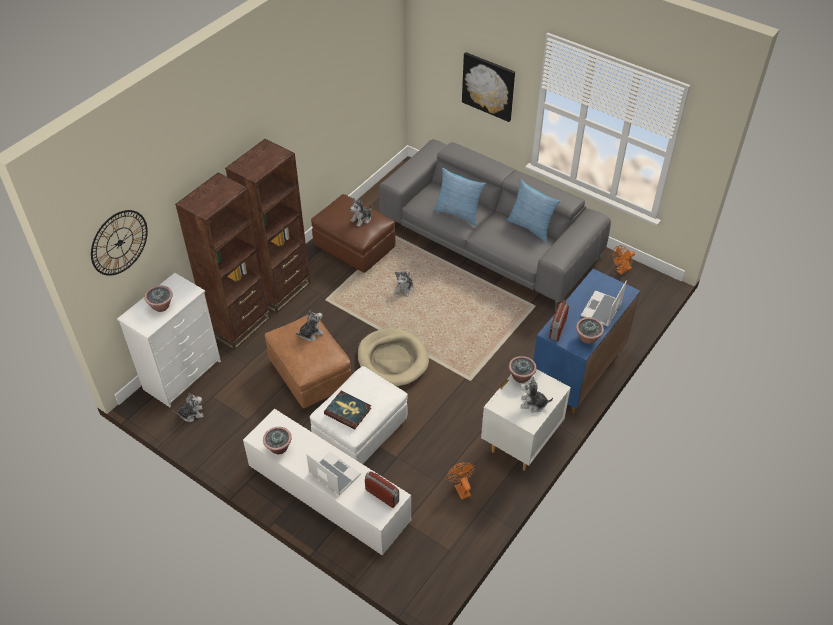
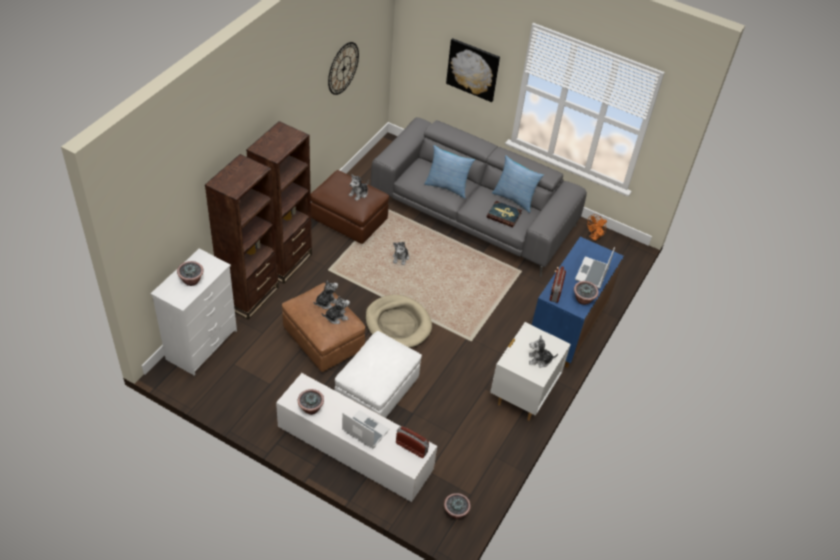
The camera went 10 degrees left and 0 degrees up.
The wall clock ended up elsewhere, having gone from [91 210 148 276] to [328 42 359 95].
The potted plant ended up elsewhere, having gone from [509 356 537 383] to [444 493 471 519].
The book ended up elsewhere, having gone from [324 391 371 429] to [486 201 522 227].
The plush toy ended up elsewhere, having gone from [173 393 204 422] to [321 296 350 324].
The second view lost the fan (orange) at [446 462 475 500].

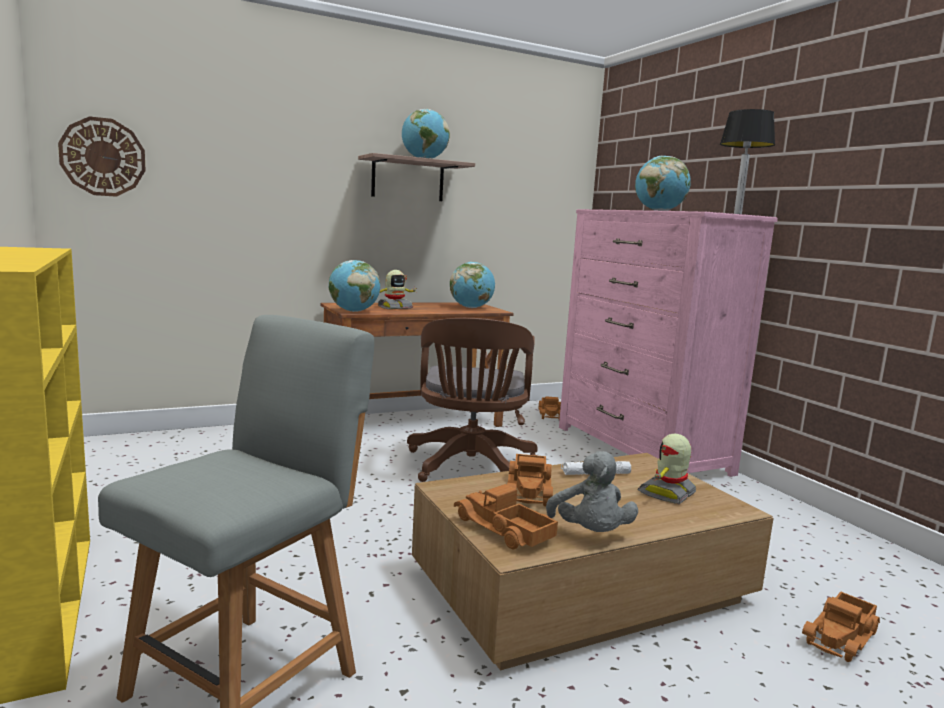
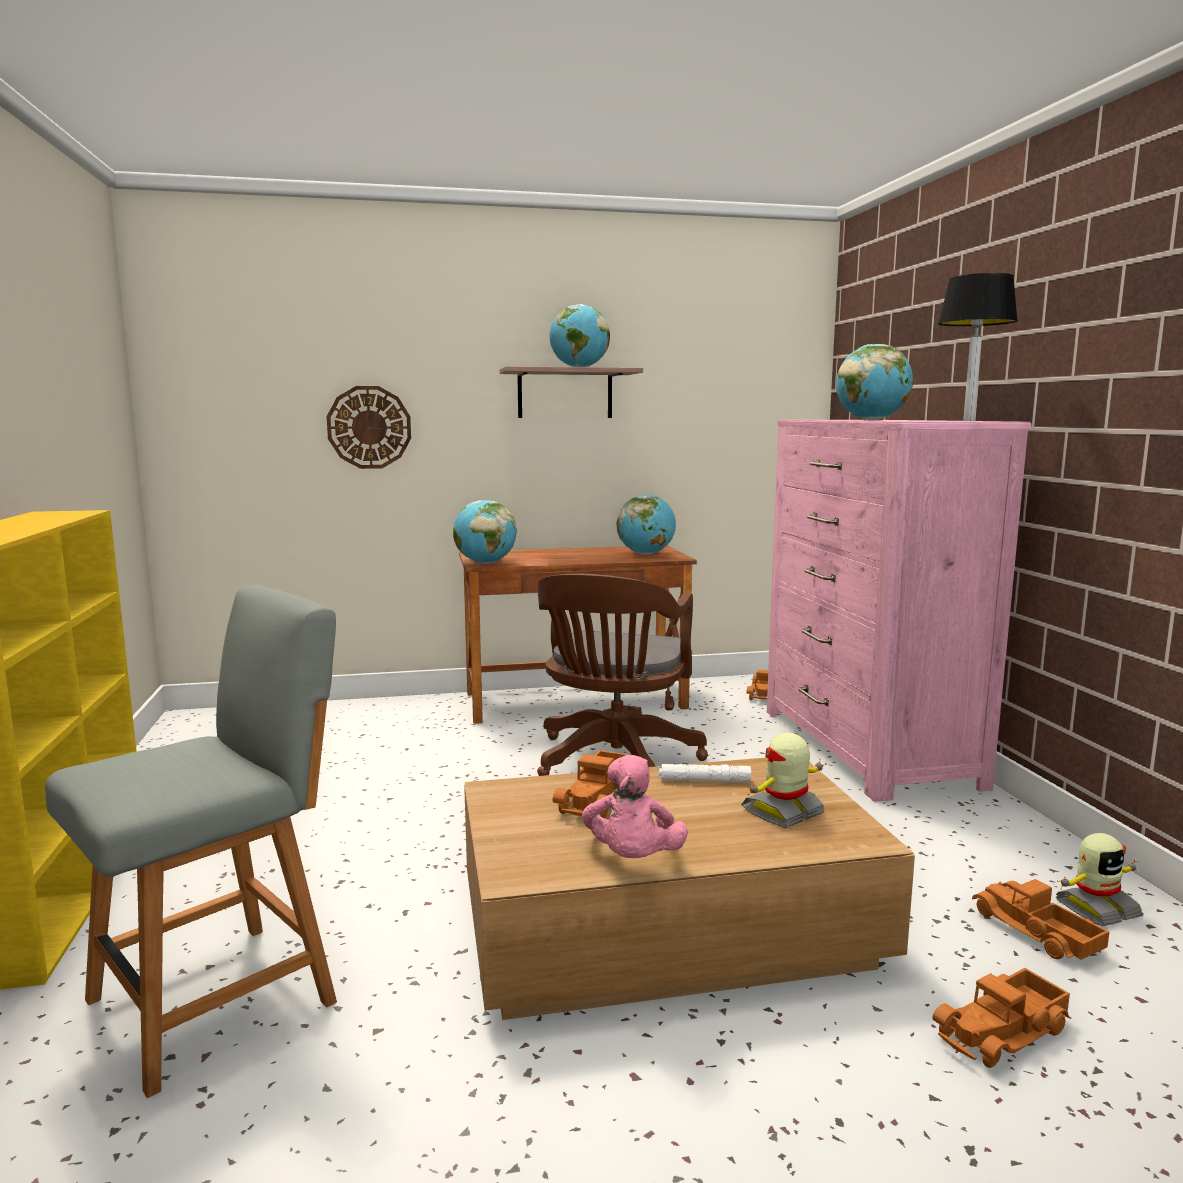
The camera went 15 degrees right and 0 degrees up.
The wall clock ended up elsewhere, having gone from [58 116 146 197] to [327 386 411 469].
The toy robot ended up elsewhere, having gone from [378 270 417 309] to [1055 833 1143 926].
What was the plush toy (grey) at [546 451 638 532] turned into the plush toy (pink) at [582 755 688 858].
The toy truck ended up elsewhere, having gone from [454 484 558 549] to [972 879 1109 960].

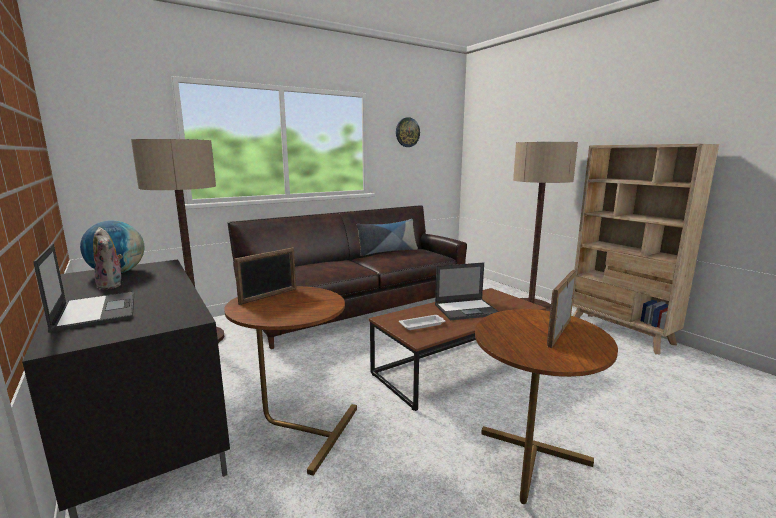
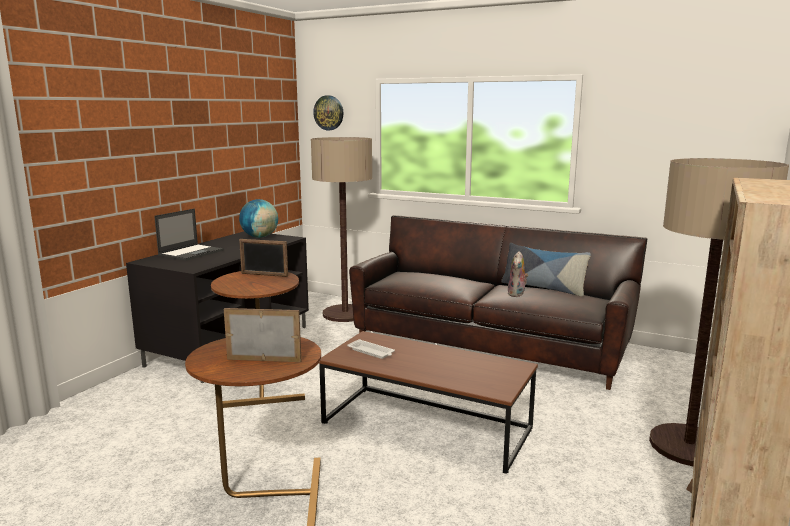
The camera went 60 degrees right and 0 degrees up.
The wall clock ended up elsewhere, having gone from [396 117 420 147] to [313 95 343 130].
The plush toy ended up elsewhere, having gone from [93 227 123 289] to [508 251 529 297].
The second view lost the laptop at [435 263 499 320].

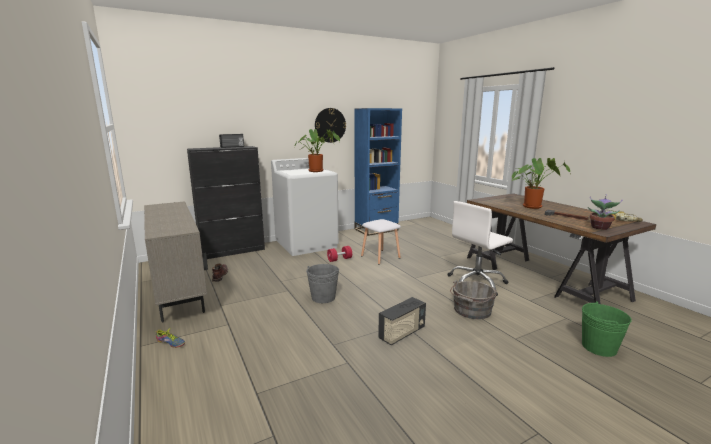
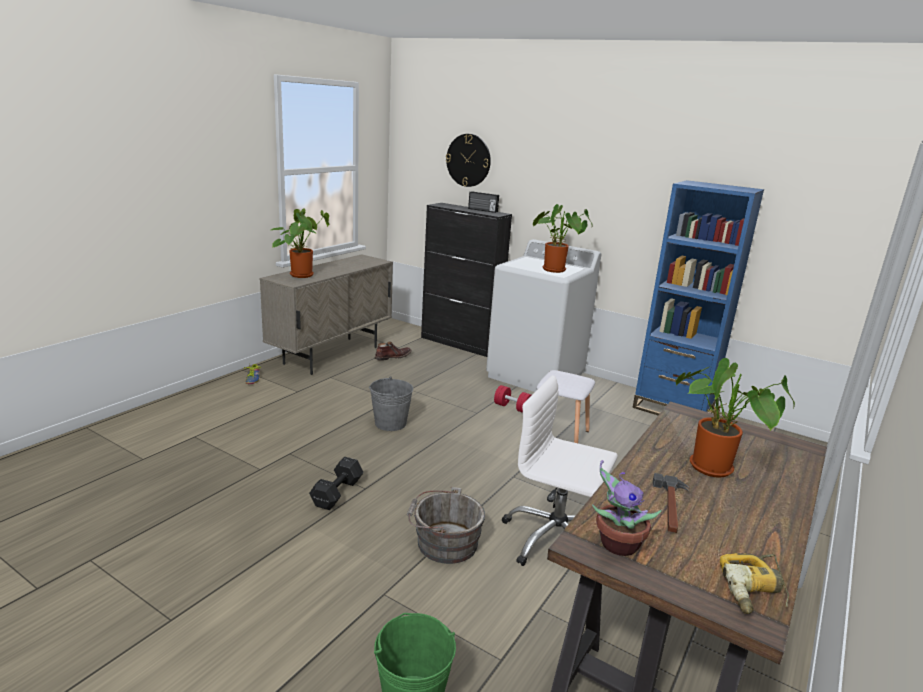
The camera went 60 degrees right and 5 degrees up.
The wall clock ended up elsewhere, having gone from [315 108 346 143] to [446 134 491 187].
Where the radio stood at [378 297 426 345], the dumbbell (black) came to stand at [309 457 364 510].
The second view gained the potted plant at [271 208 329 278].

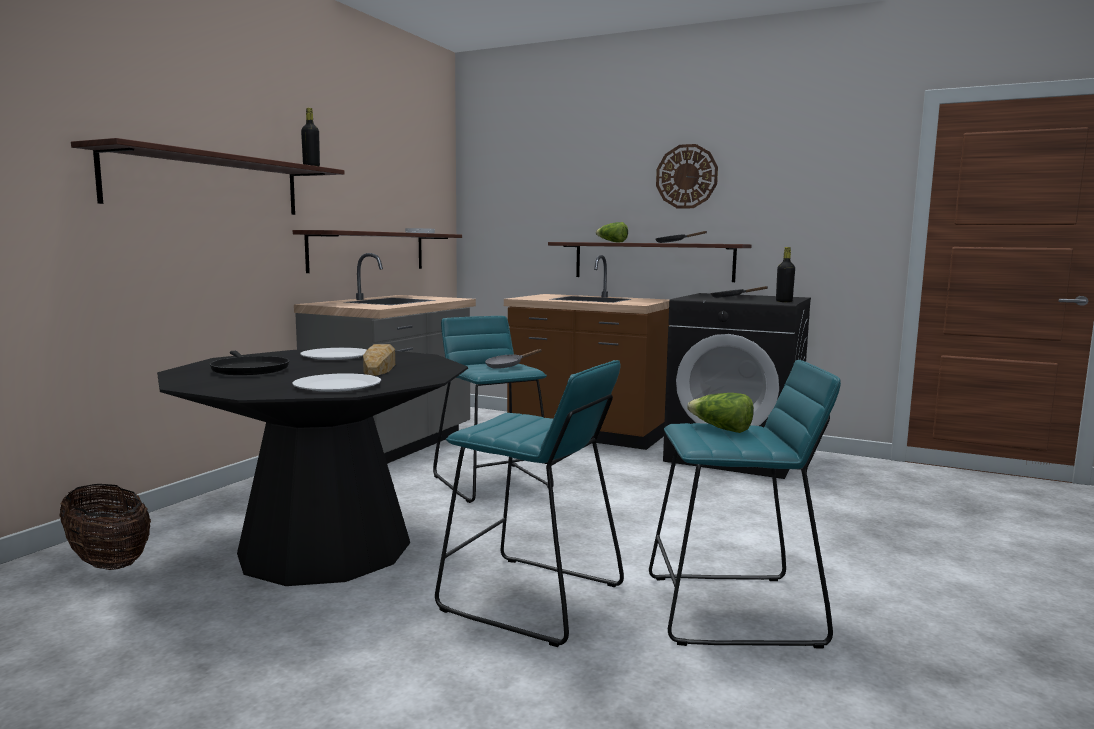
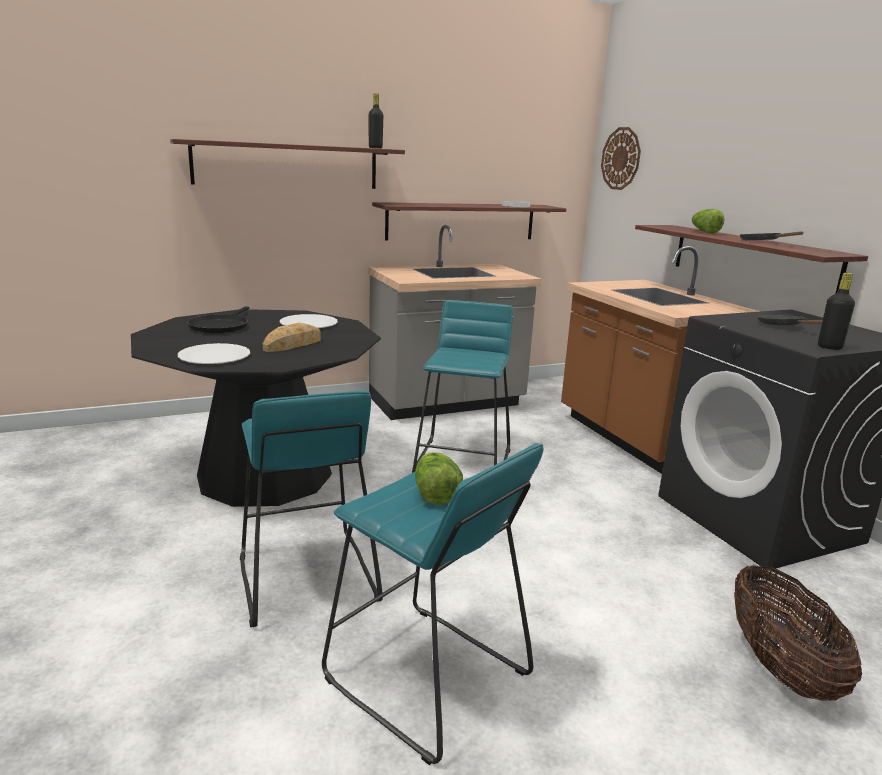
The camera went 40 degrees right and 10 degrees up.
The wall clock ended up elsewhere, having gone from [656 144 718 209] to [601 127 641 190].
The second view lost the frying pan (grey) at [485 349 542 369].
The basket ended up elsewhere, having gone from [59 484 151 570] to [734 565 862 701].

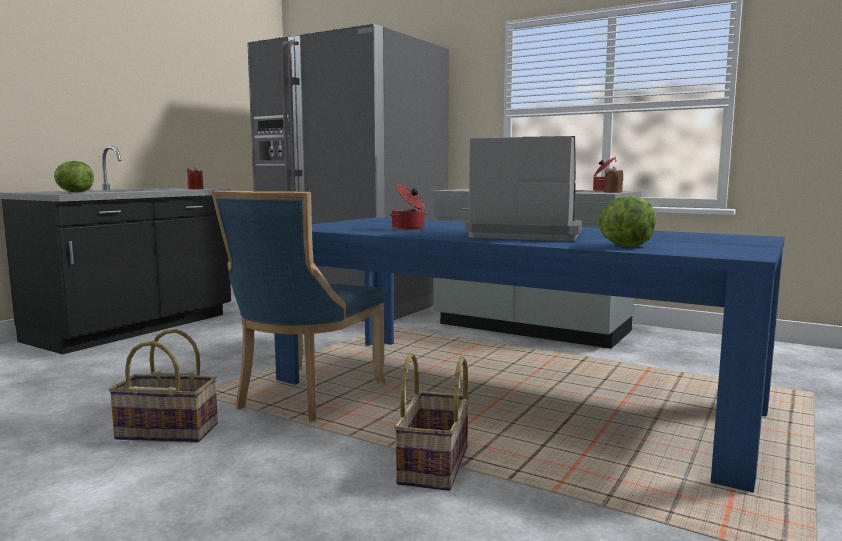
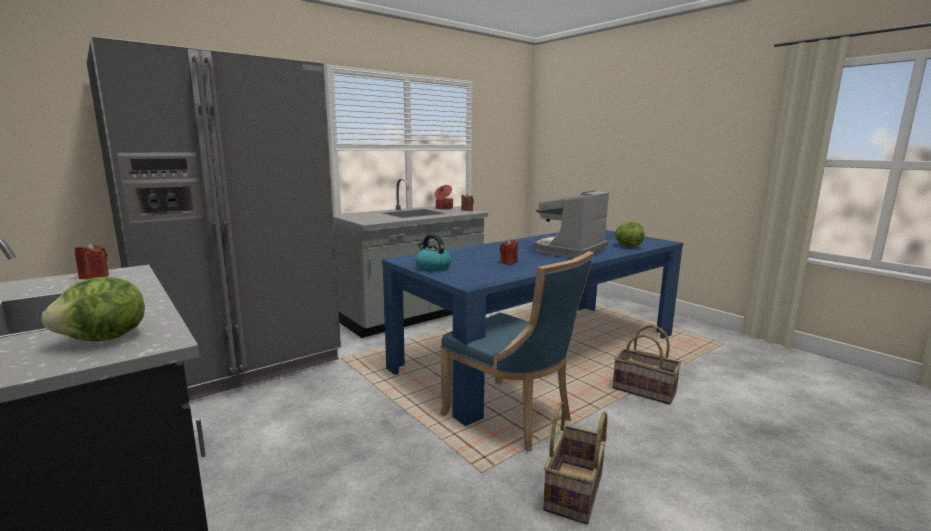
The camera went 70 degrees left and 5 degrees up.
Where the cooking pot stood at [389 184 427 230], the candle (red) came to stand at [500 239 518 264].
The second view gained the kettle at [416 234 451 271].

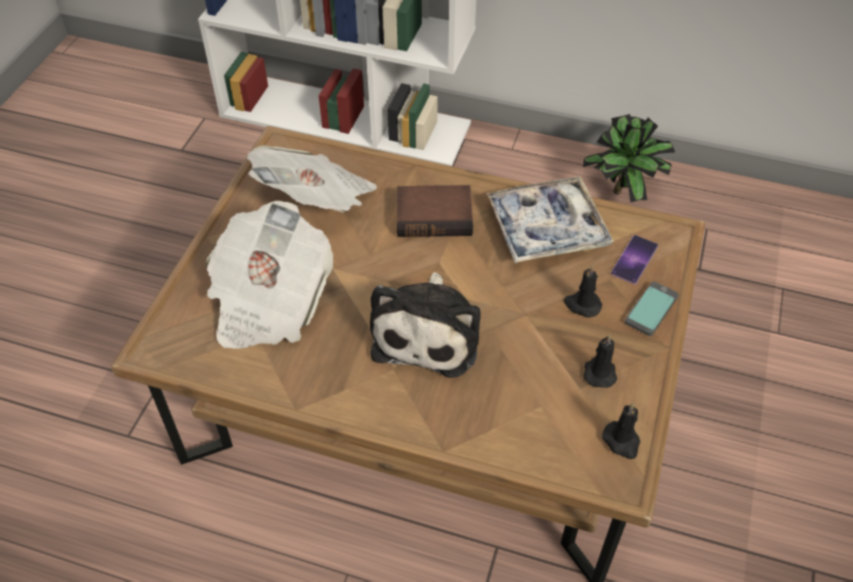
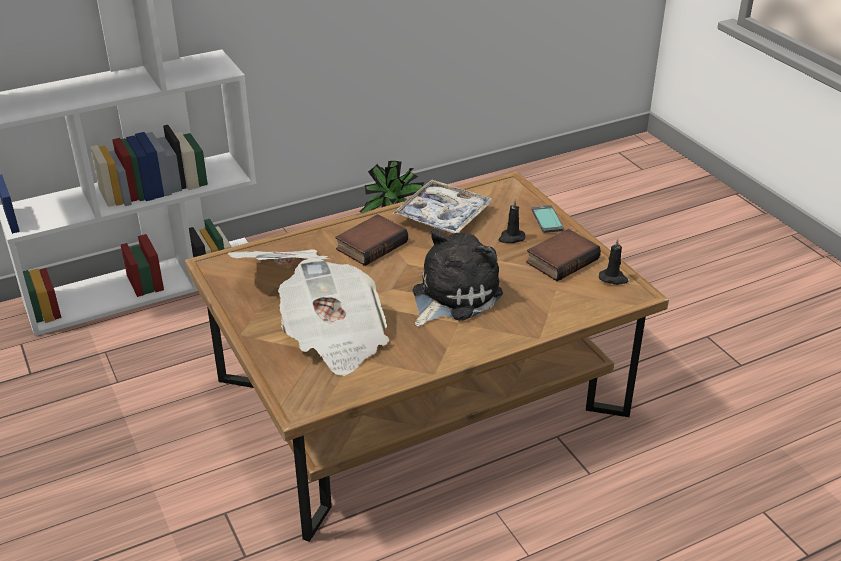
The camera went 45 degrees left and 15 degrees down.
The second view lost the phone at [611 235 658 285].
The plush toy at [370 272 481 378] ended up facing another way, 105 degrees counterclockwise from before.
Where the candle (black) stood at [584 334 617 388], the book came to stand at [526 229 601 281].

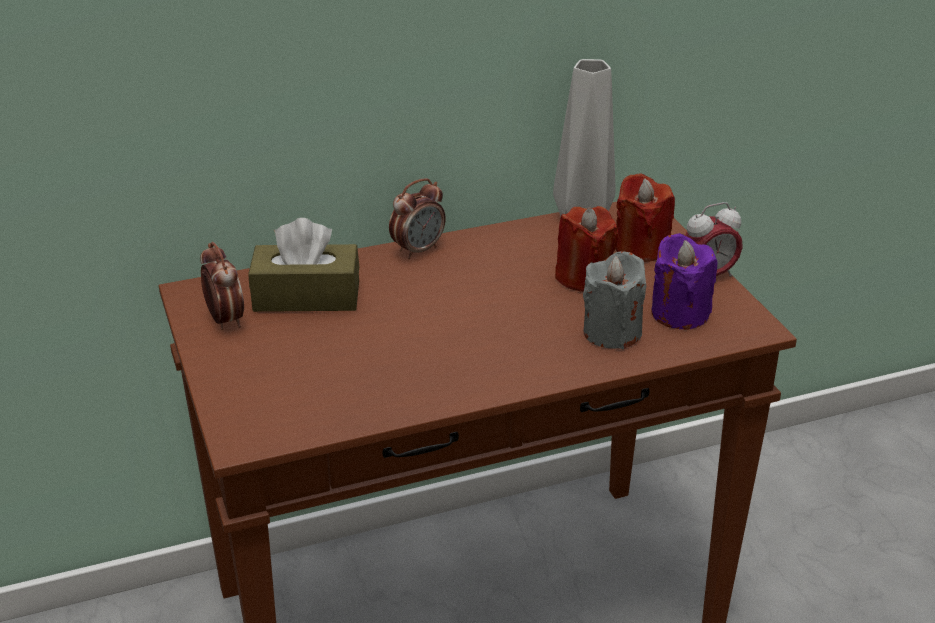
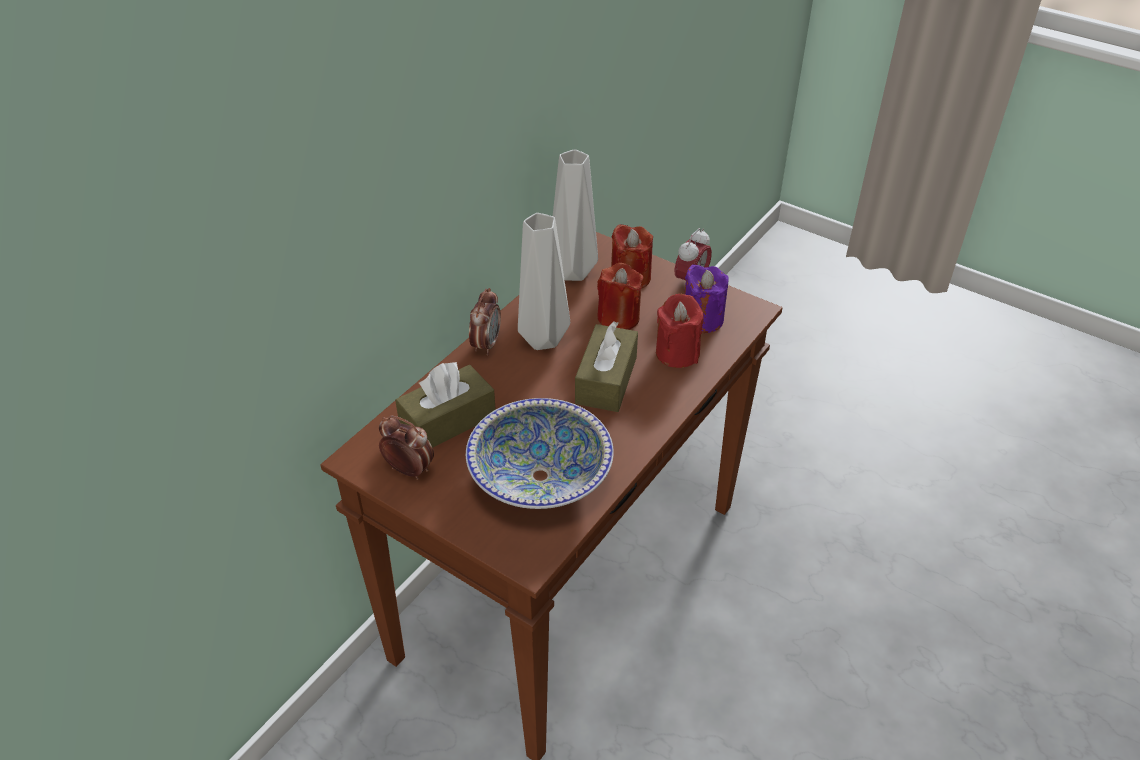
The camera went 35 degrees left and 10 degrees up.
What was the candle (grey) at [583 251 646 349] turned into the candle (red) at [656 294 704 368].
The second view gained the vase (grey) at [518 213 570 350].
The second view gained the tissue box (brown) at [575 321 638 412].
The second view gained the bowl at [466 398 614 509].

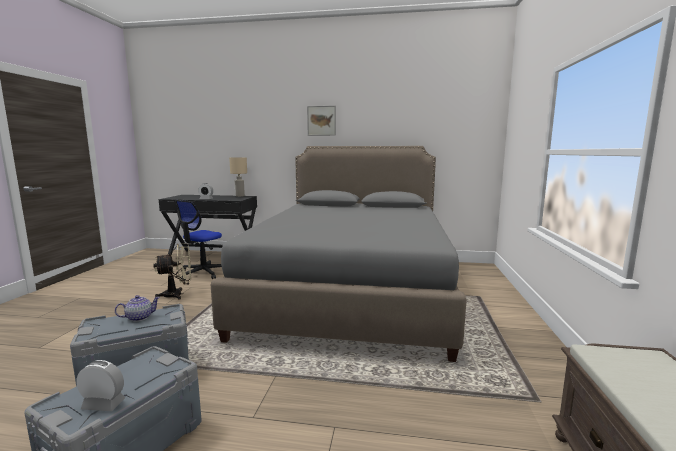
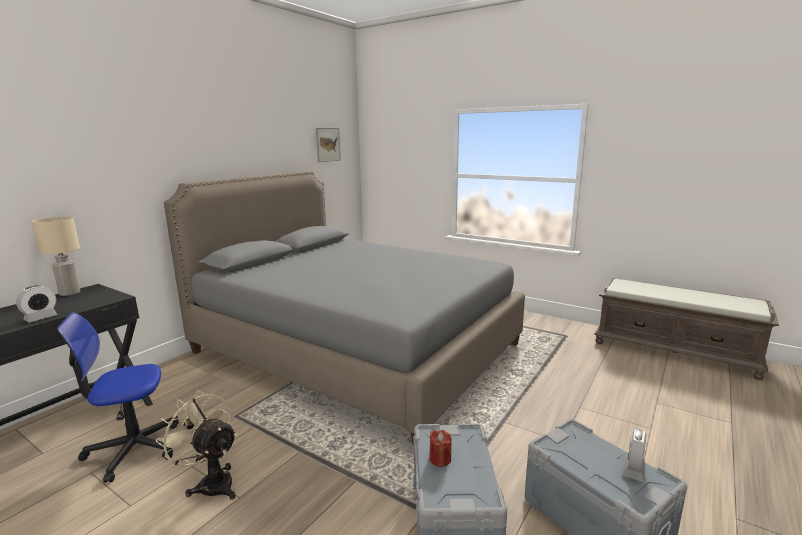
The camera went 65 degrees left and 5 degrees up.
The picture ended up elsewhere, having gone from [307 106 336 136] to [316 128 341 162].
The office chair at [175 200 222 280] ended up facing another way, 105 degrees clockwise from before.
The fan (beige) at [153 243 191 300] ended up facing another way, 60 degrees counterclockwise from before.
Where the teapot stood at [115 295 160 321], the candle (red) came to stand at [429 430 452 467].

